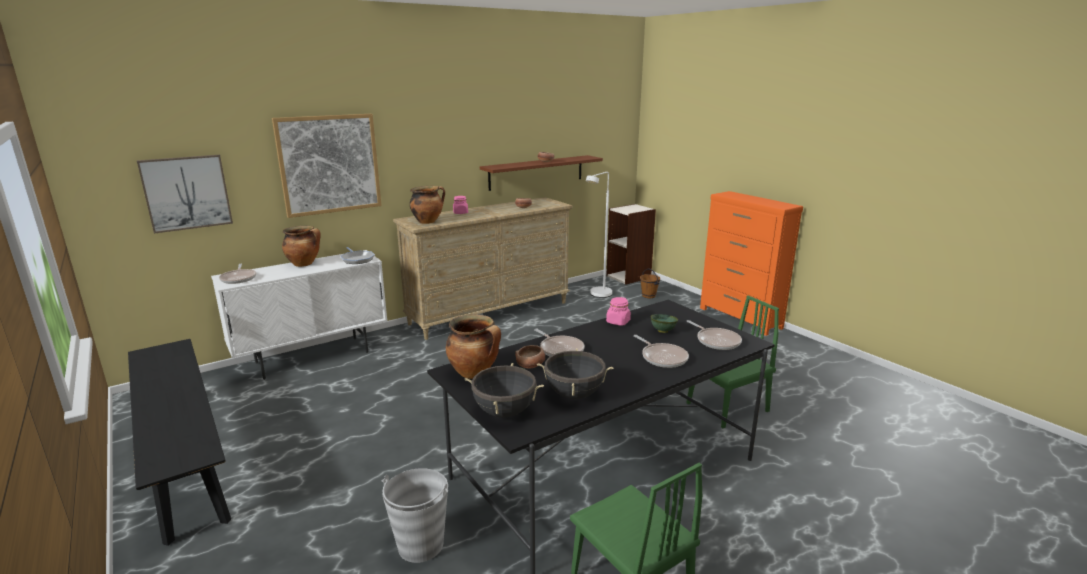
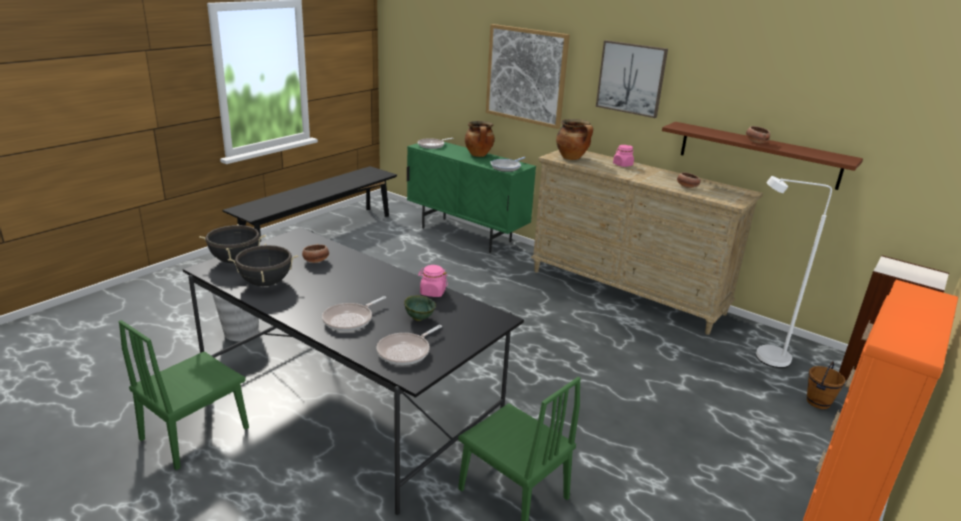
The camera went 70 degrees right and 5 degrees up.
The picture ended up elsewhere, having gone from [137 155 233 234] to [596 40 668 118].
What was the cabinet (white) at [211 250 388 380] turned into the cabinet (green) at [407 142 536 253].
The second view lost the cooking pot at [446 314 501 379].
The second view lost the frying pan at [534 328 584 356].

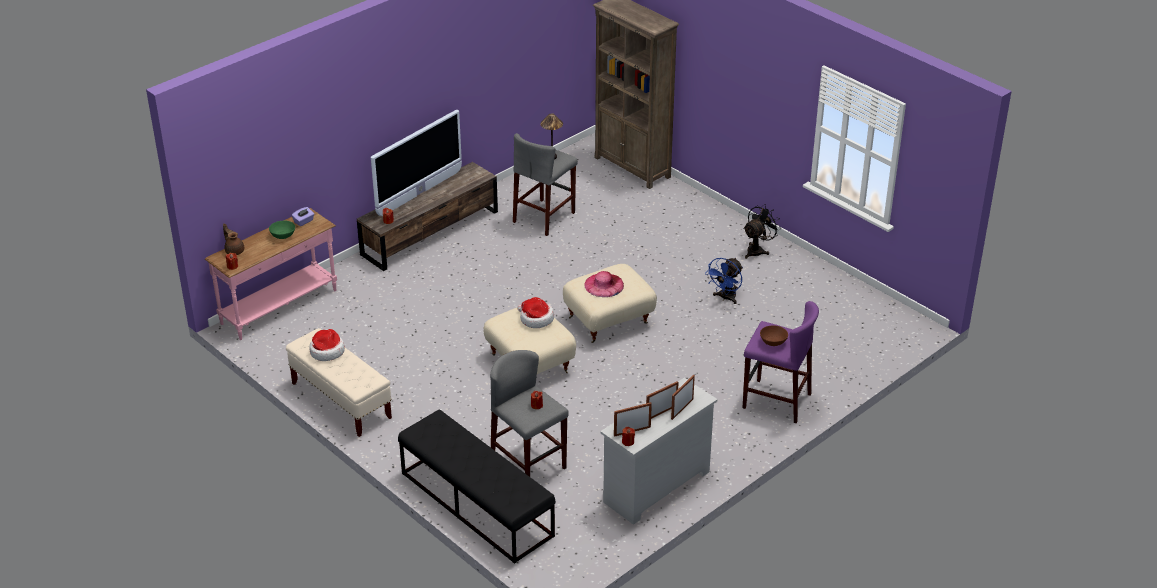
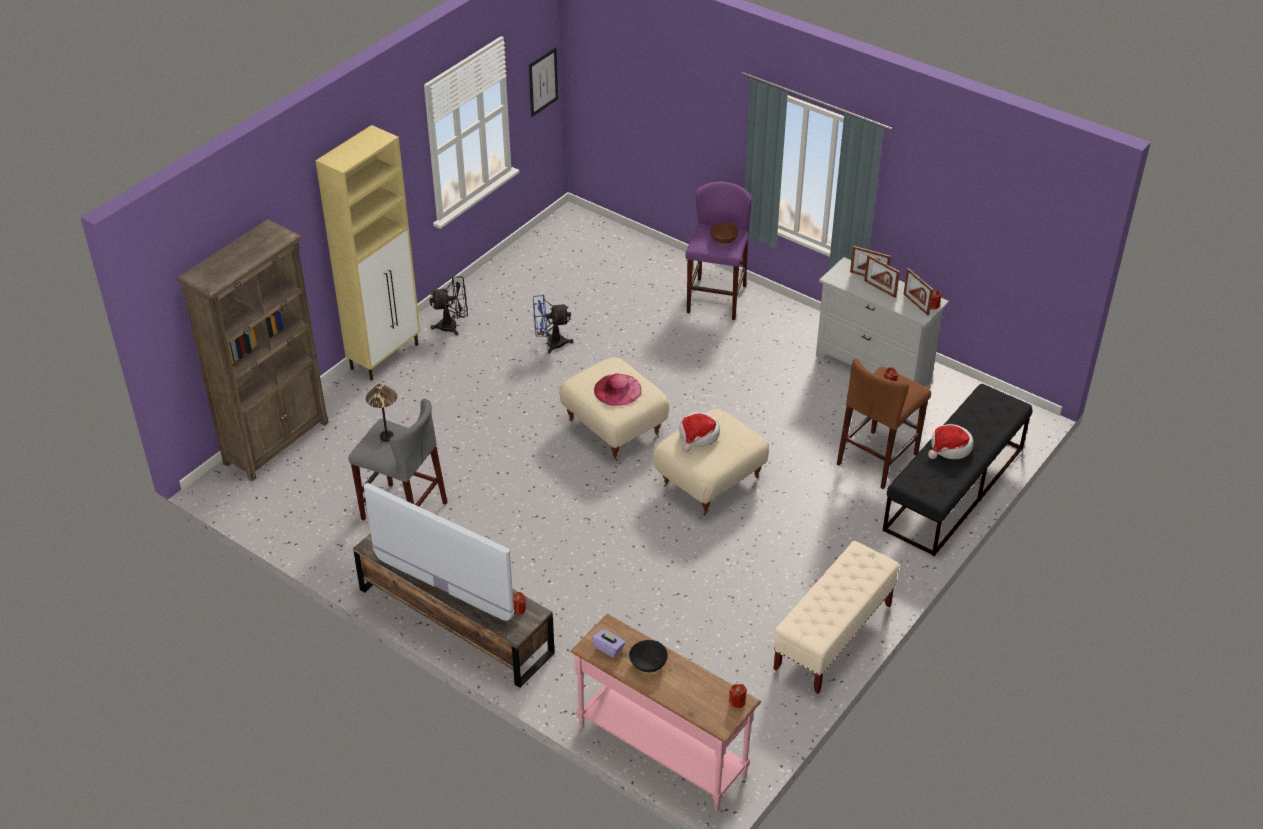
The camera went 100 degrees left and 5 degrees up.
The fan (black) at [743 205 781 259] ended up facing another way, 135 degrees clockwise from before.
What was the bowl (green) at [269 220 295 239] turned into the bowl (black) at [629 640 667 672].
The second view lost the teapot (brown) at [223 223 244 255].
The fan (blue) at [705 258 743 304] ended up facing another way, 150 degrees clockwise from before.
The hat ended up elsewhere, having gone from [310 329 345 361] to [928 424 973 459].
What was the stool (grey) at [490 350 569 477] turned into the stool (brown) at [837 358 931 489].
The second view gained the picture at [529 47 558 117].
The second view gained the cabinet (beige) at [315 125 420 380].

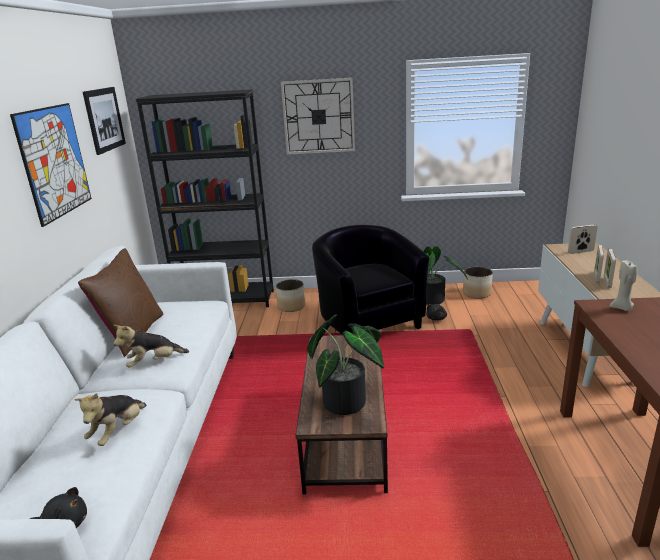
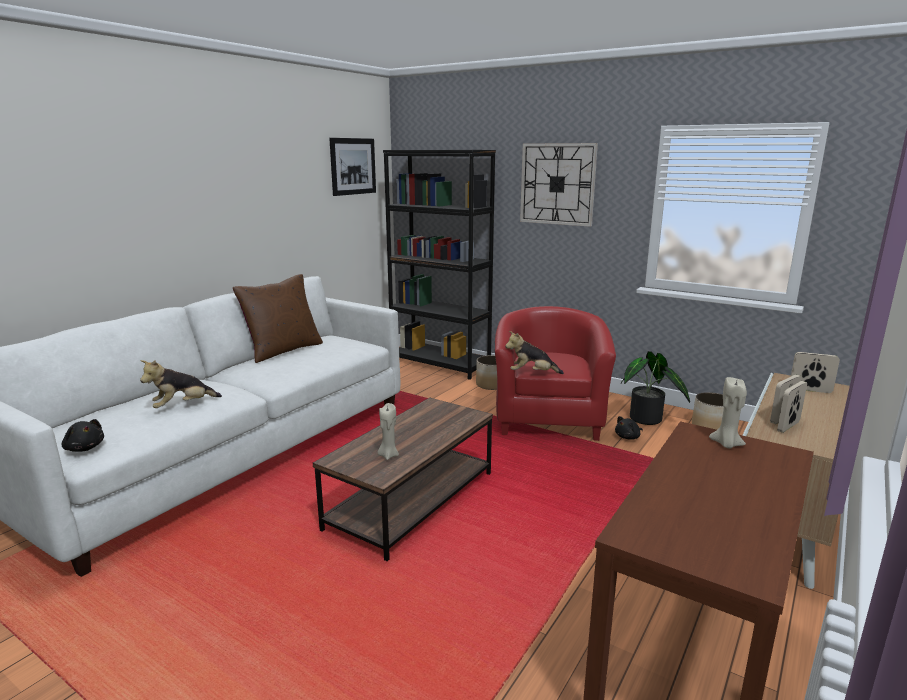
The camera went 30 degrees right and 5 degrees down.
The second view lost the picture at [10 103 92 227].
What was the armchair (black) at [312 225 429 335] turned into the armchair (red) at [495 306 616 441].
Where the potted plant stood at [307 314 384 415], the candle (beige) came to stand at [378 403 399 460].
The plush toy ended up elsewhere, having gone from [114 325 189 368] to [505 331 564 374].

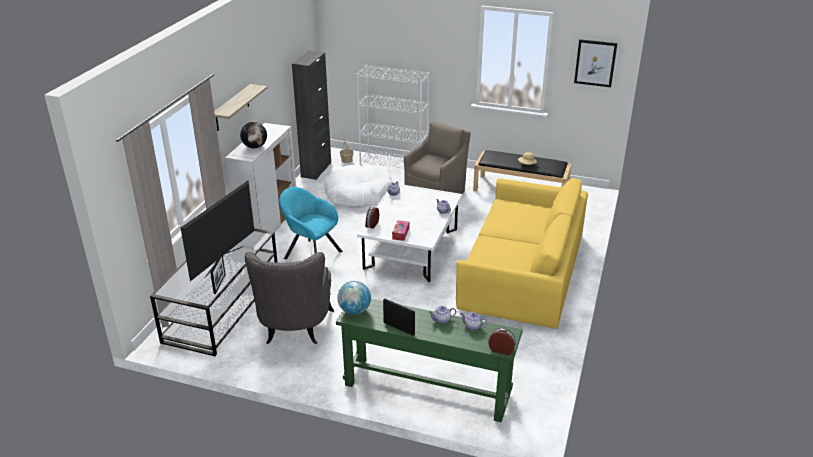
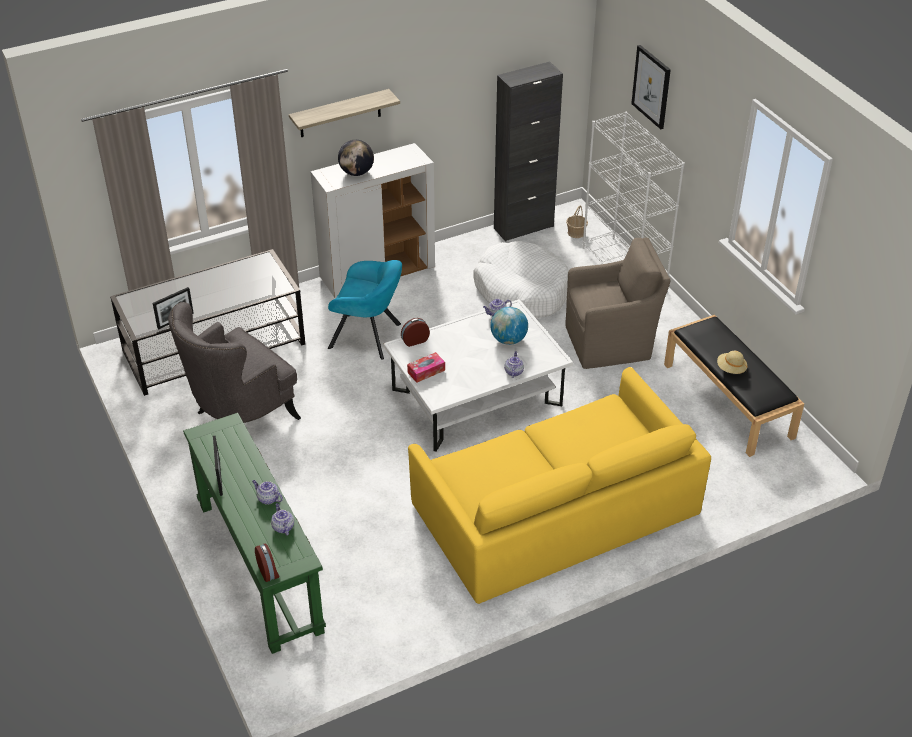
The camera went 45 degrees right and 10 degrees up.
The picture ended up elsewhere, having gone from [574 39 617 87] to [631 45 671 129].
The second view lost the television at [181 181 254 281].
The armchair (turquoise) at [279 187 343 259] ended up facing another way, 120 degrees clockwise from before.
The globe ended up elsewhere, having gone from [338 281 371 315] to [490 307 528 345].

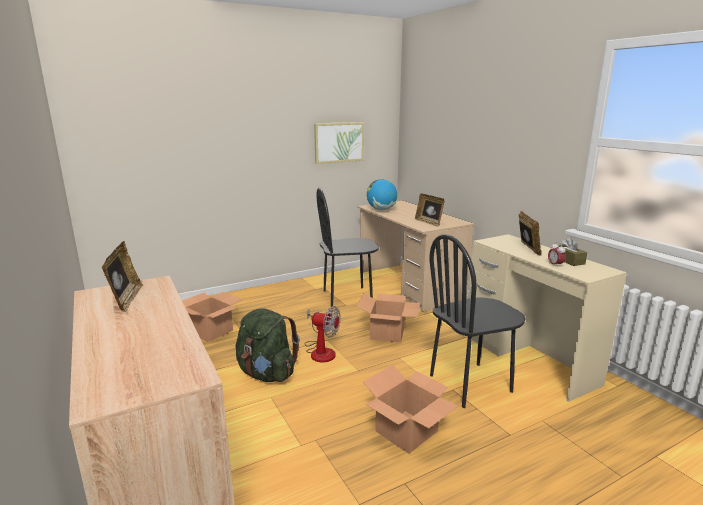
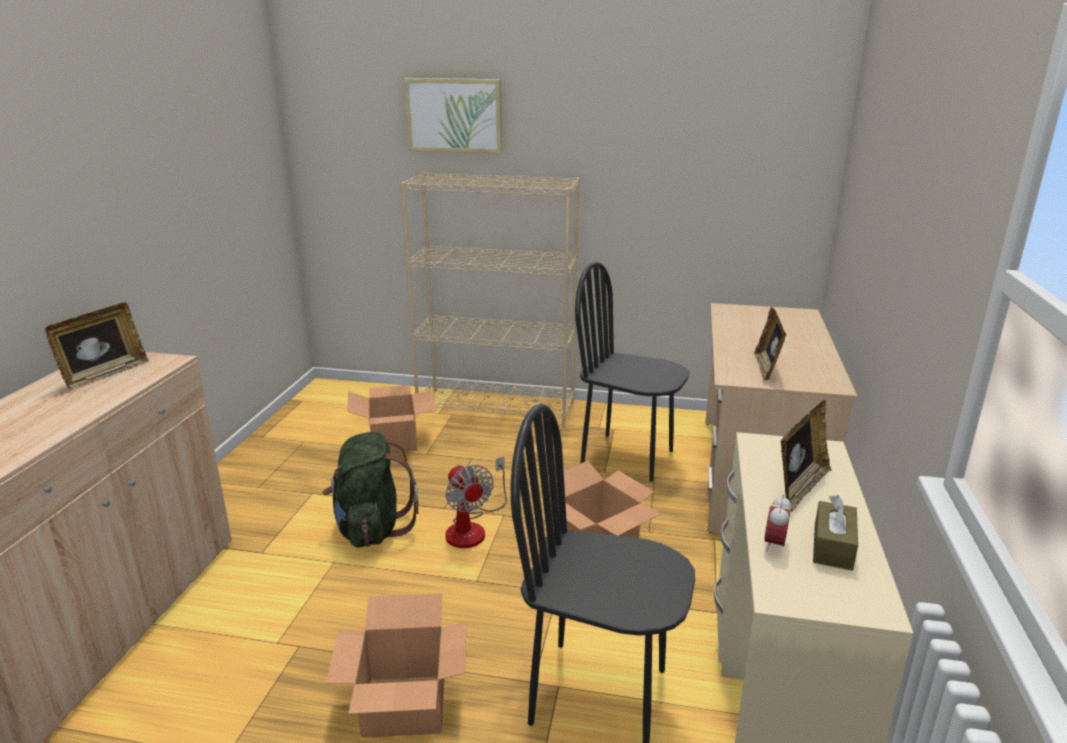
The camera went 40 degrees right and 5 degrees up.
The picture ended up elsewhere, having gone from [314 122 364 164] to [404 78 502 153].
The second view lost the globe at [366 179 397 211].
The second view gained the bookcase (beige) at [400 173 580 427].

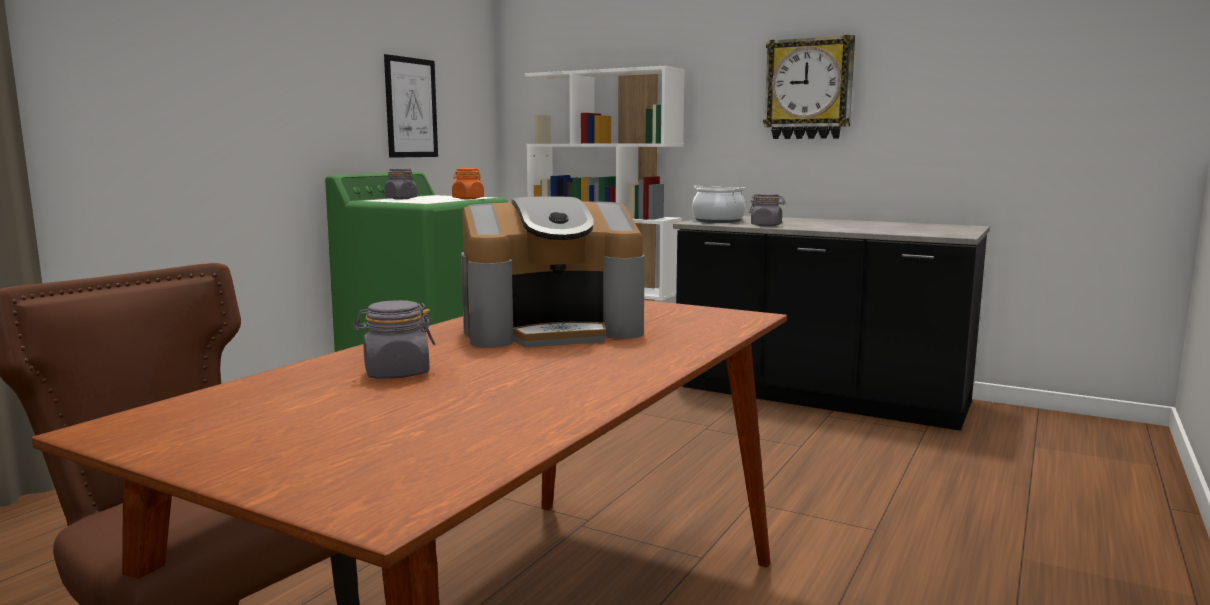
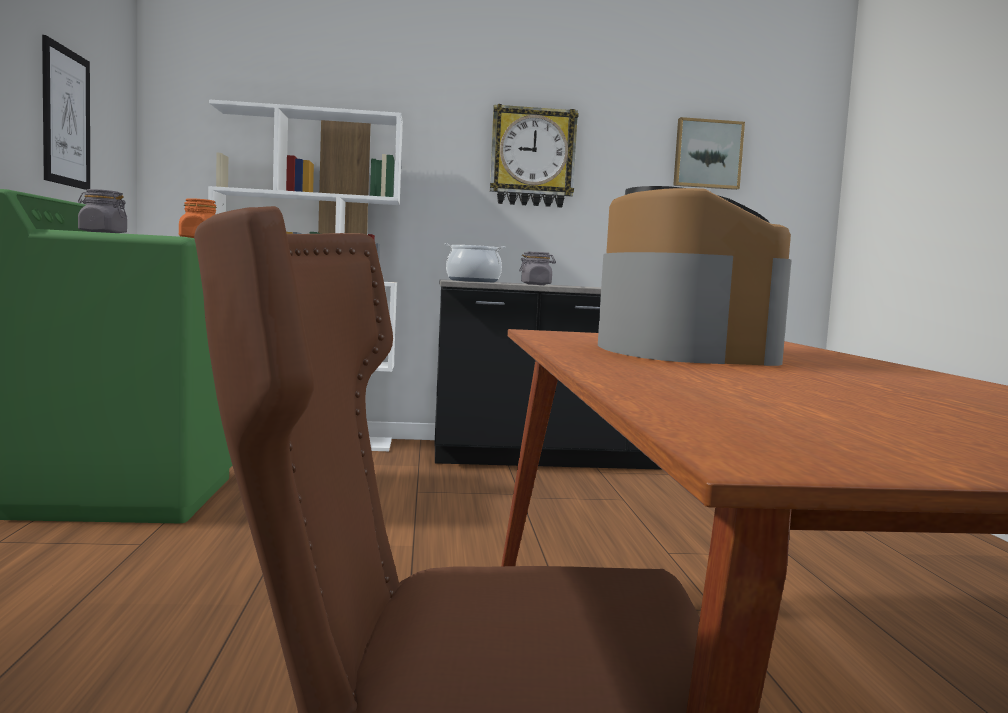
The camera went 35 degrees left and 5 degrees down.
The coffee machine at [461 196 645 348] ended up facing another way, 45 degrees counterclockwise from before.
The second view lost the jar (grey) at [352 300 435 379].
The second view gained the picture at [673 117 745 190].

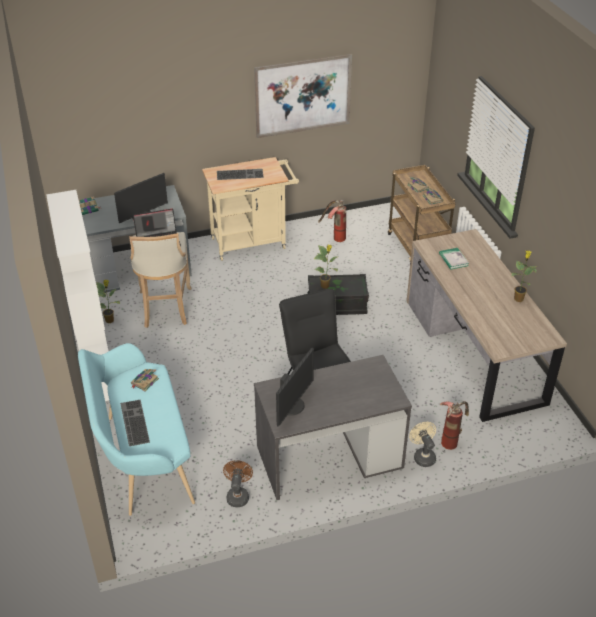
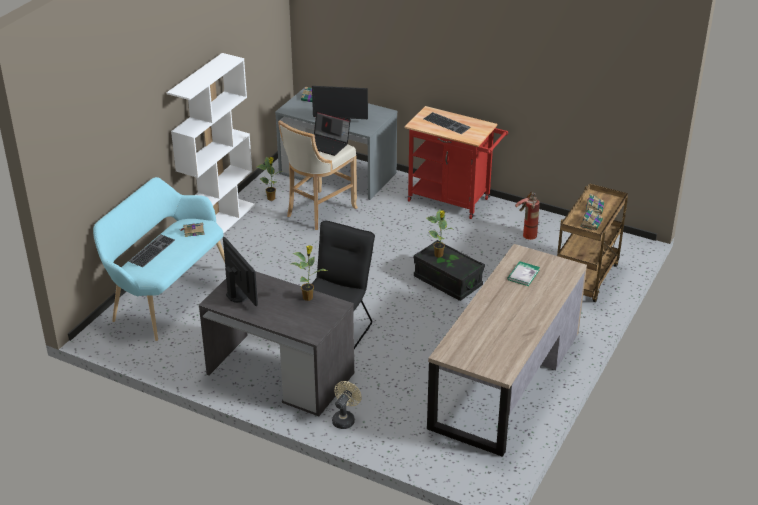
The camera went 45 degrees right and 5 degrees down.
The second view lost the picture at [254 54 352 138].
What was the cart (beige) at [202 157 299 261] turned into the cart (red) at [405 106 508 219].
The potted plant ended up elsewhere, having gone from [511 250 537 302] to [291 245 327 301].
The monitor at [276 348 314 426] ended up facing another way, 105 degrees counterclockwise from before.
The second view lost the fire extinguisher at [440 401 469 450].
The second view lost the fan (brown) at [223 460 253 507].

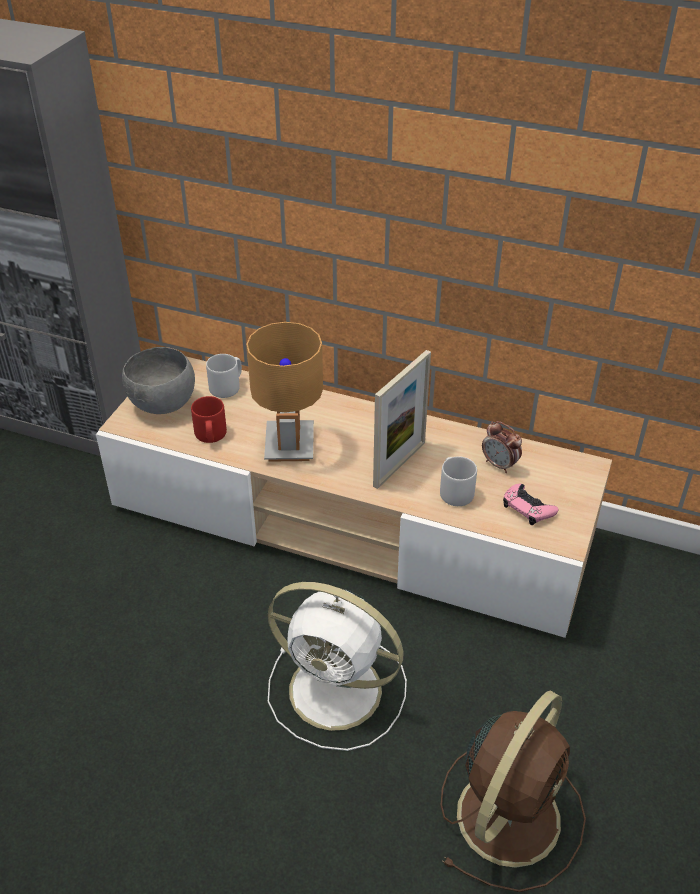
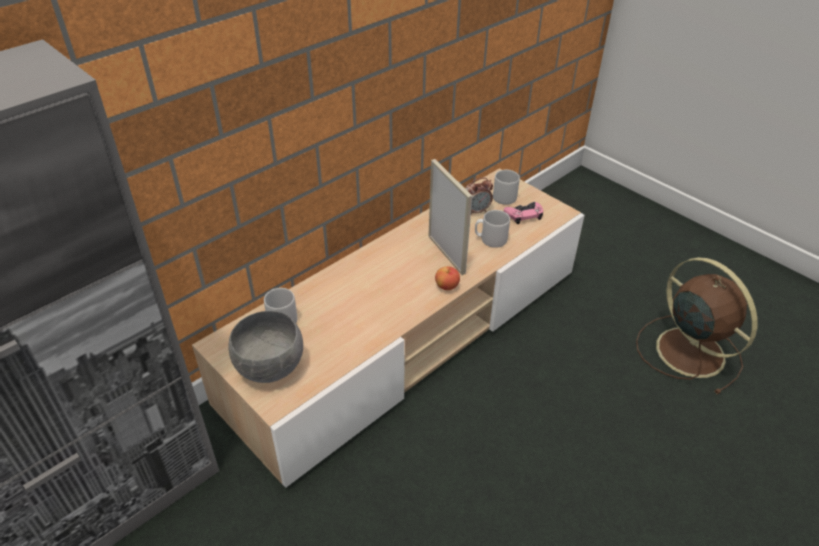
The camera went 65 degrees left and 0 degrees up.
The second view lost the table lamp (brown) at [246 322 323 462].
The second view lost the mug (red) at [191 396 227 443].
The second view lost the fan (white) at [268 582 407 751].
The second view gained the mug (grey) at [493 170 520 205].
The second view gained the apple at [435 266 460 290].

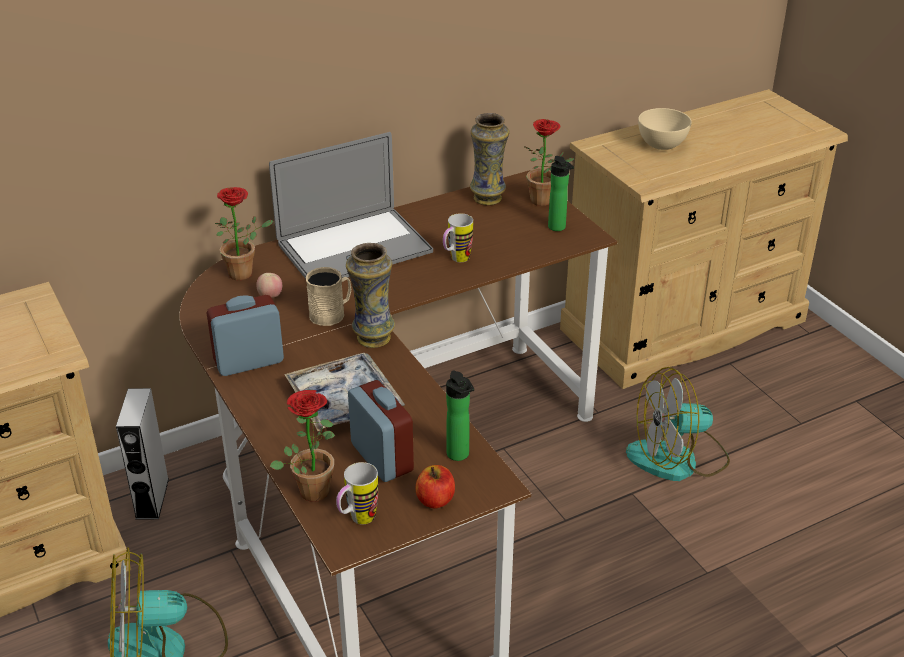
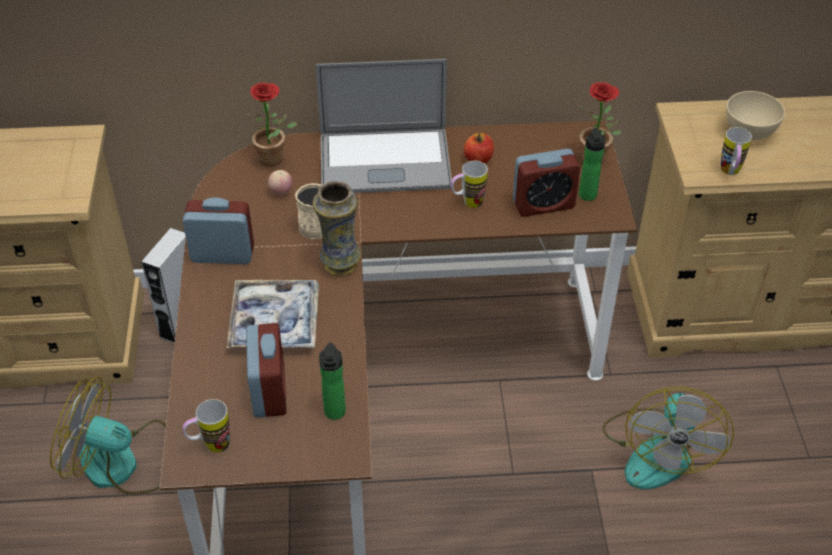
The camera went 25 degrees right and 10 degrees up.
The second view lost the vase at [470 113 509 205].
The fan at [626 367 730 481] ended up facing another way, 90 degrees counterclockwise from before.
The second view lost the potted plant at [270 390 335 502].
The apple ended up elsewhere, having gone from [415 465 455 508] to [464 133 494 163].
The second view gained the mug at [721 127 752 175].
The second view gained the alarm clock at [513 149 580 217].

